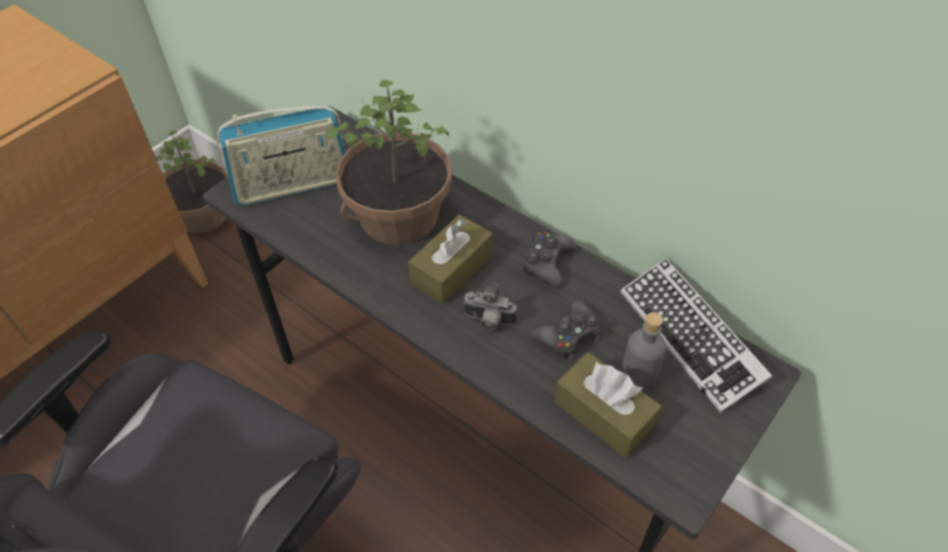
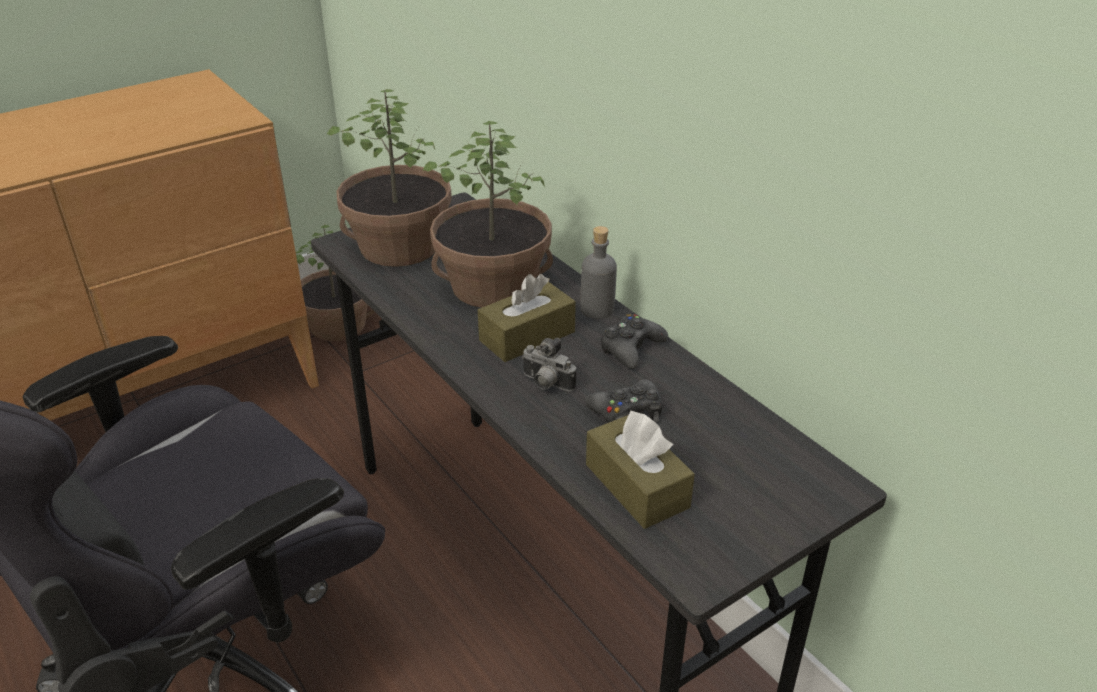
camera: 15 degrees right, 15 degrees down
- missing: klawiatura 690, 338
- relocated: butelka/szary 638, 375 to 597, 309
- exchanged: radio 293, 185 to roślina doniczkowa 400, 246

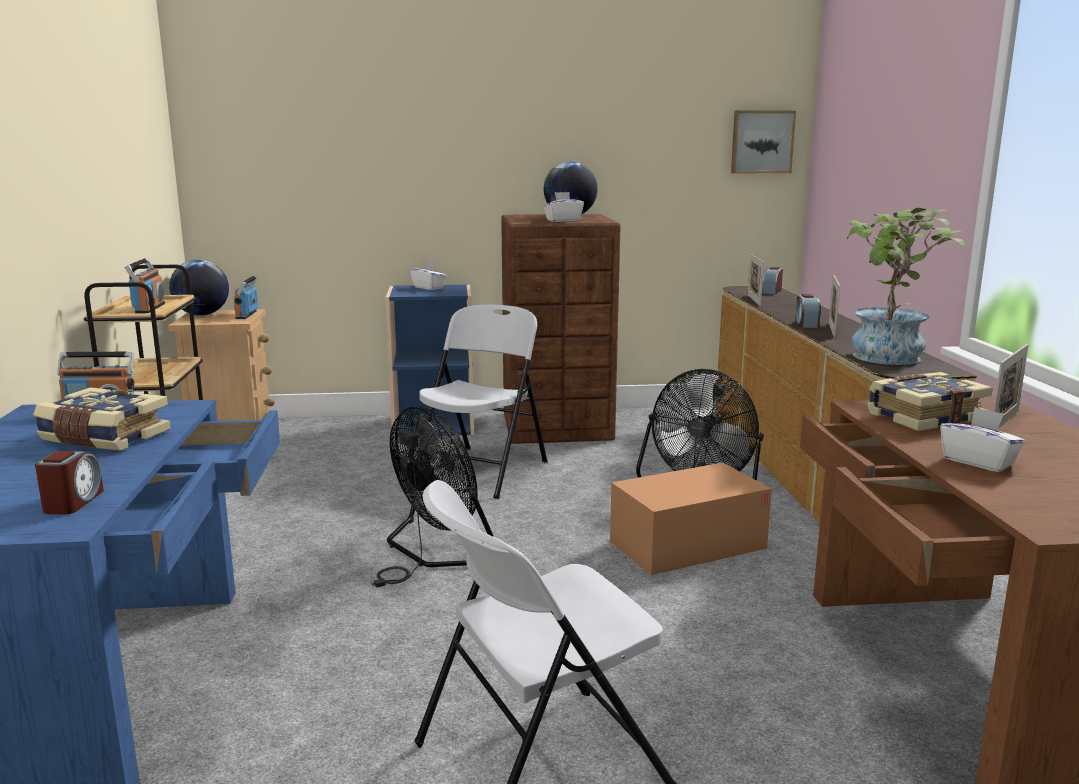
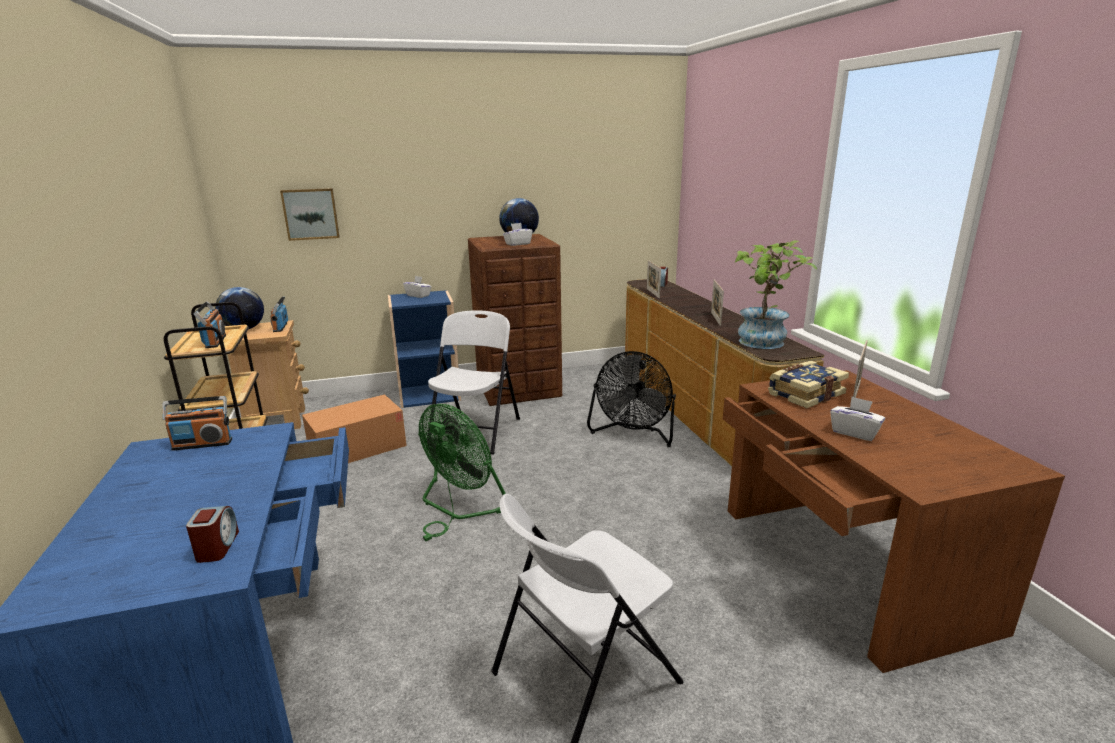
camera: 10 degrees left, 5 degrees up
- missing: książka 103, 438
- missing: budzik 806, 324
- relocated: karton 688, 544 to 357, 448
- relocated: obraz 761, 142 to 311, 214
- colour: wentylator/czarny 425, 552 to wentylator/zielony 453, 505

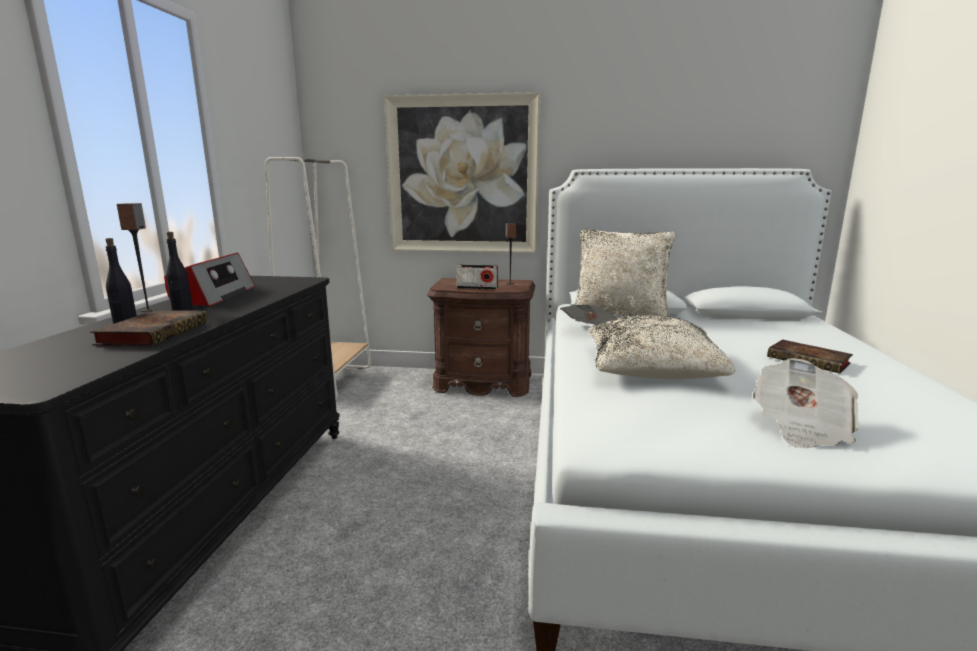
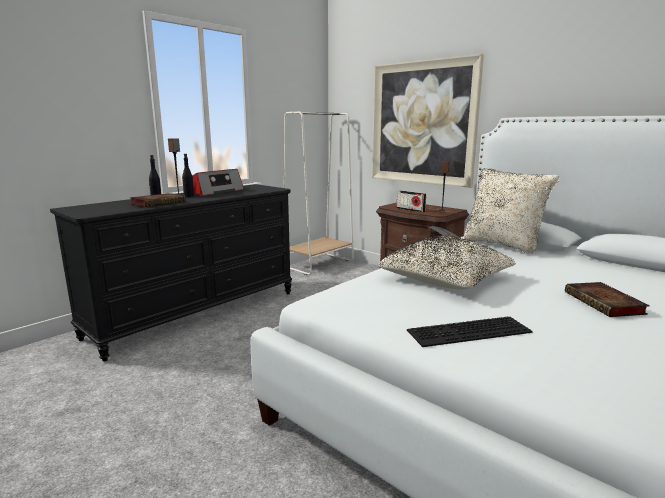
camera: 35 degrees right, 0 degrees up
- exchanged: gazeta 800, 427 to klawiatura 469, 332

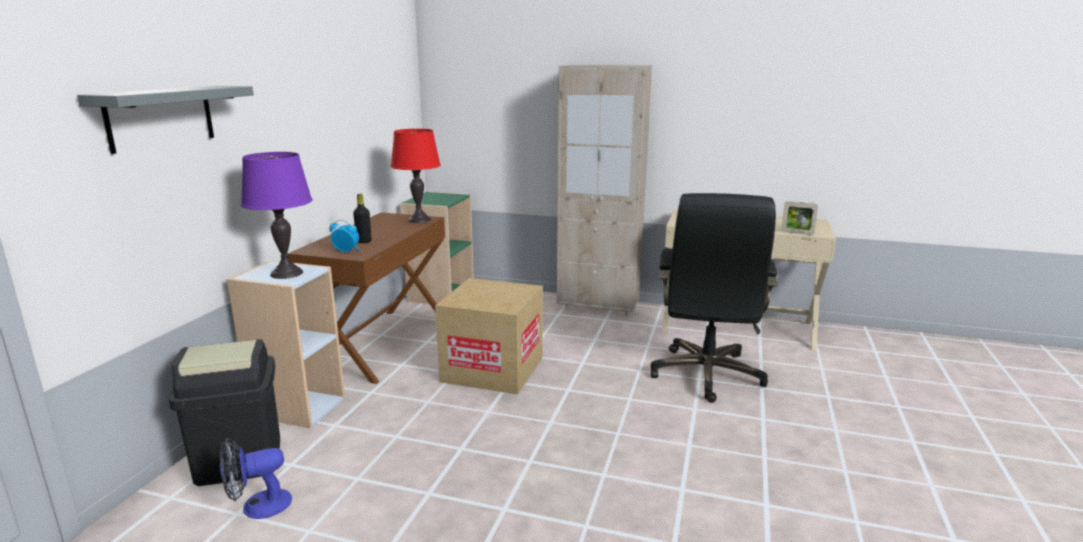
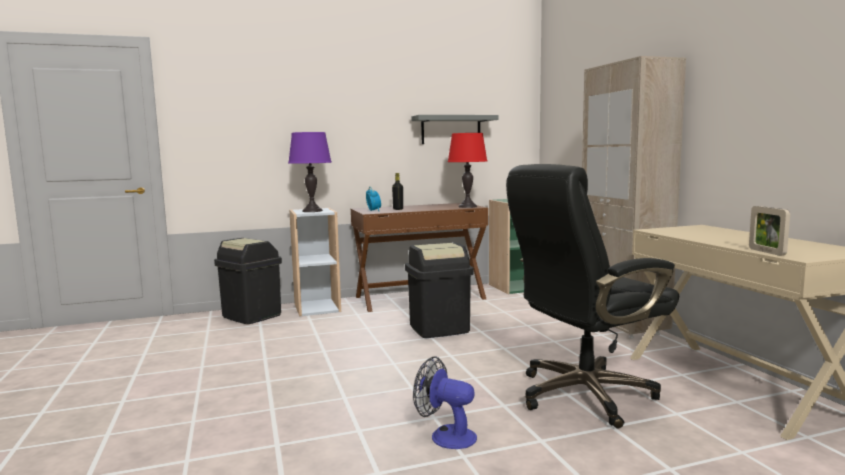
camera: 55 degrees right, 10 degrees down
- relocated: półka/szary 161, 117 to 451, 130
- relocated: wentylator 258, 506 to 446, 435
- exchanged: karton 493, 369 to kosz na śmieci/czarny 439, 329

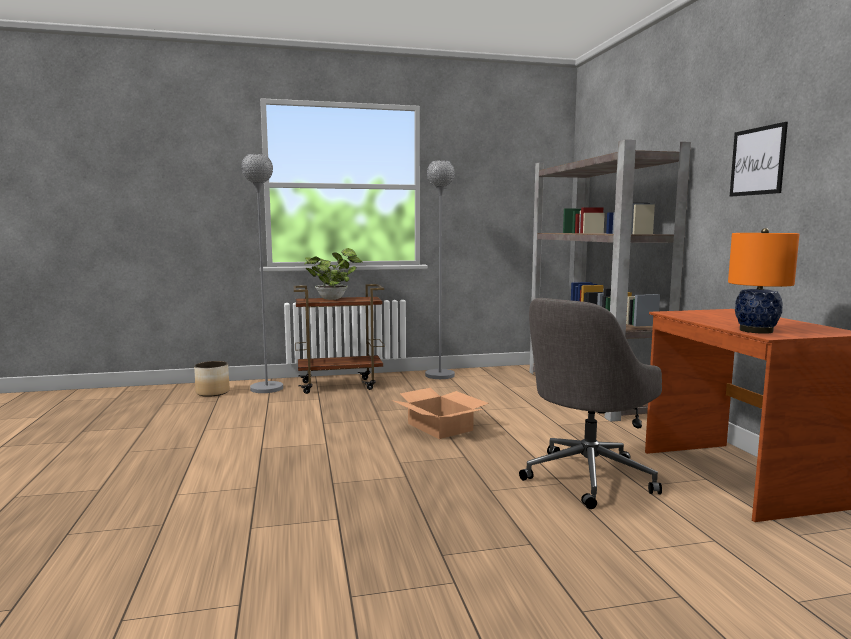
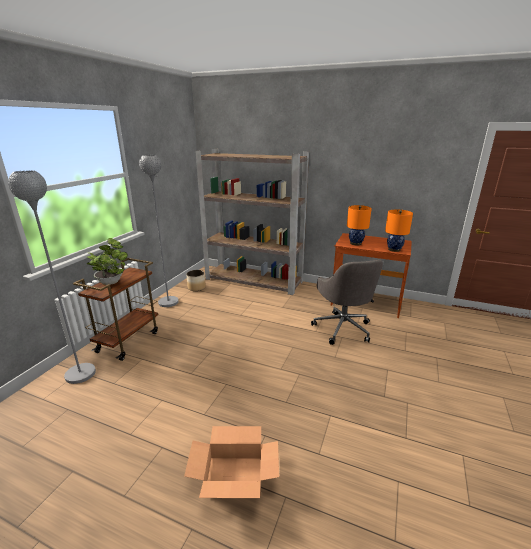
camera: 55 degrees left, 15 degrees up
- missing: obraz 757, 161
- appeared: lampa stołowa/pomarańczowy 355, 243
- relocated: donica 212, 392 to 196, 287
- relocated: karton 440, 427 to 234, 476

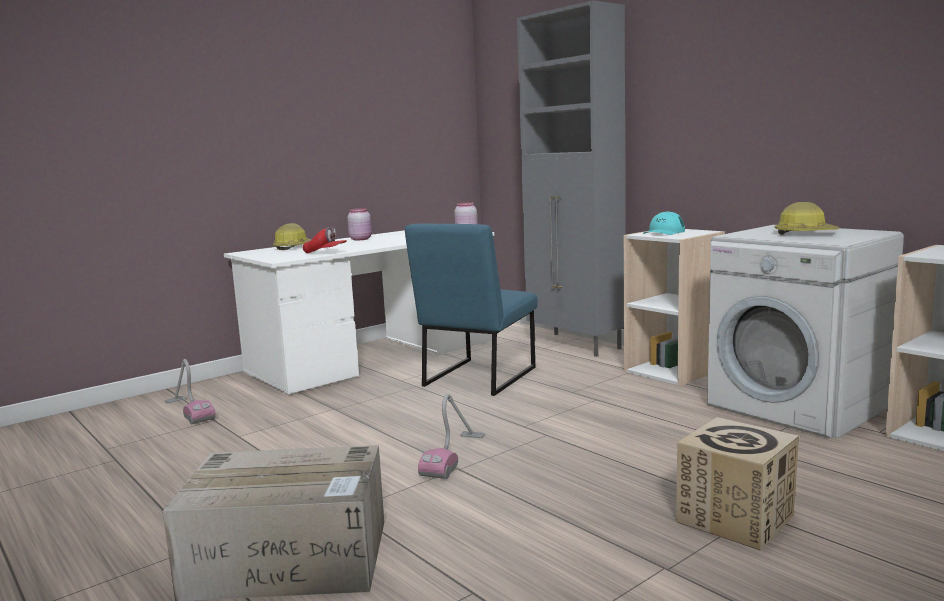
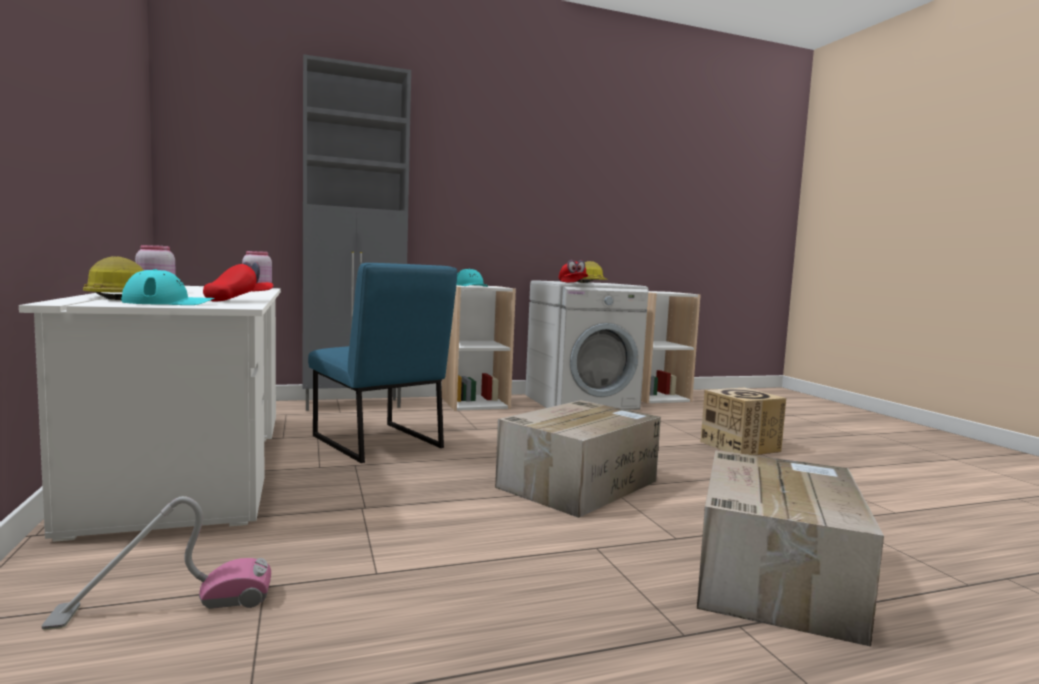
camera: 70 degrees left, 5 degrees down
- appeared: czapka z daszkiem/turkusowy 169, 303
- appeared: czapka z daszkiem/czerwony 573, 282
- exchanged: odkurzacz 454, 455 to karton 579, 483

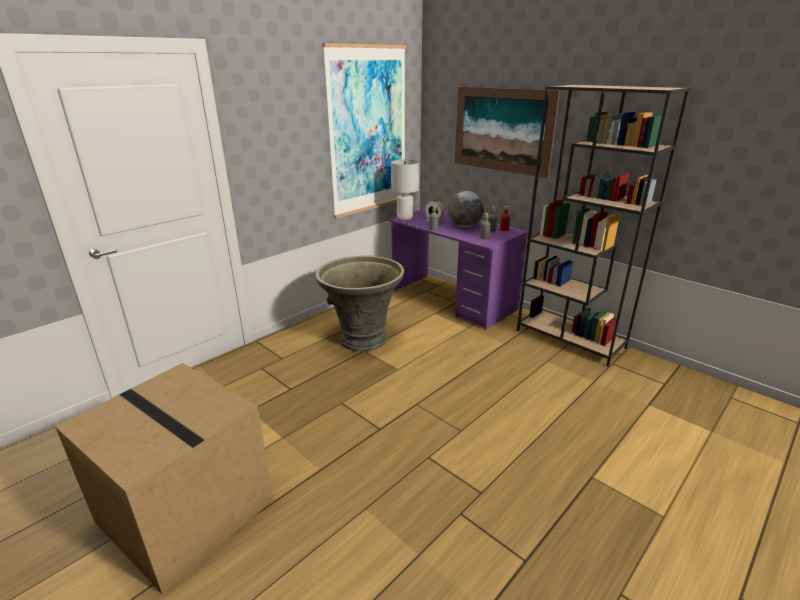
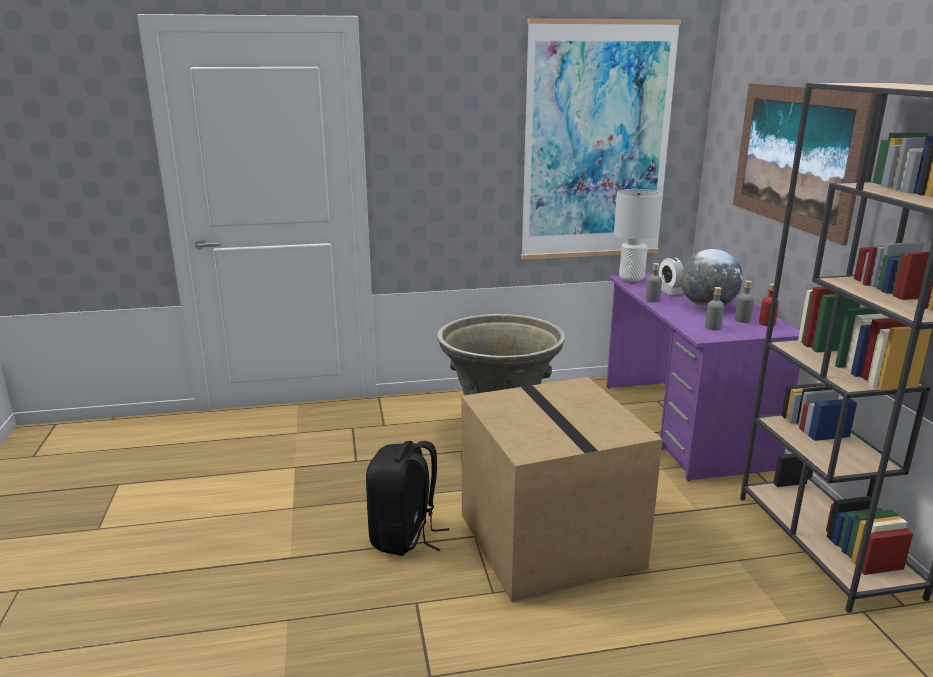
camera: 35 degrees right, 5 degrees down
- appeared: plecak/czarny 404, 537
- relocated: karton 189, 510 to 552, 541

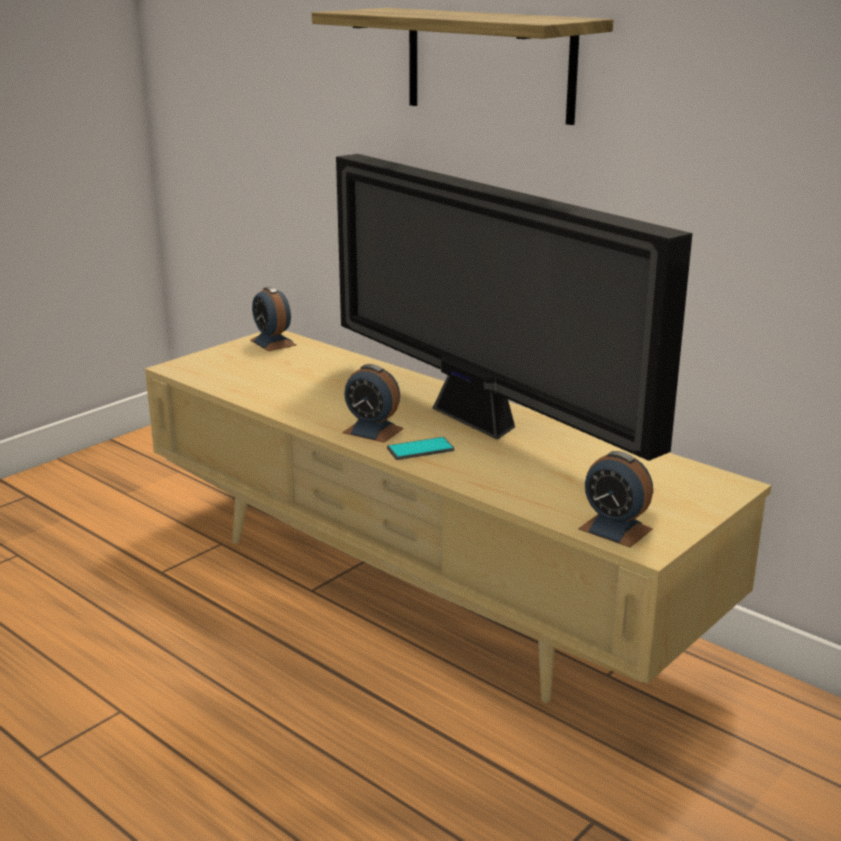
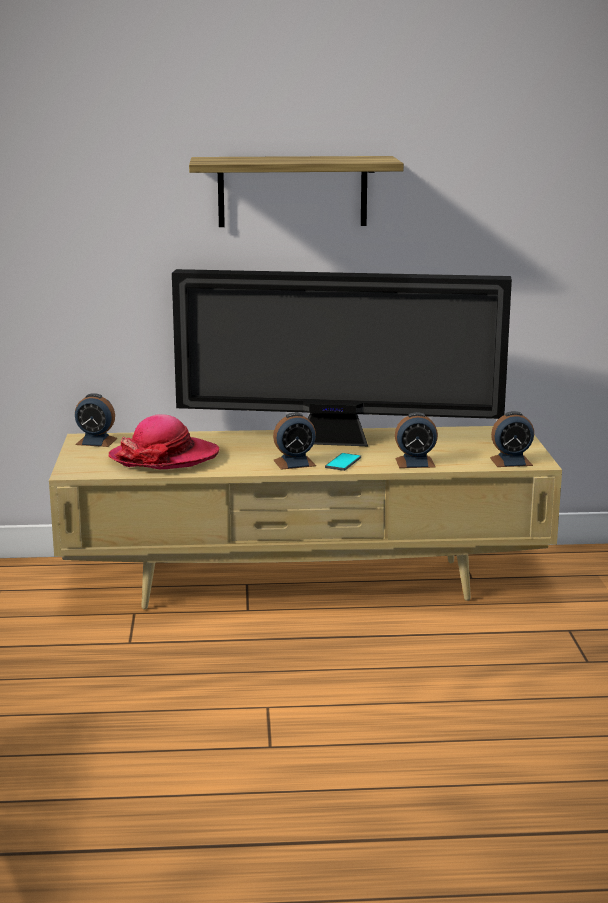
camera: 45 degrees left, 5 degrees down
- appeared: kapelusz 164, 457
- appeared: budzik 415, 463

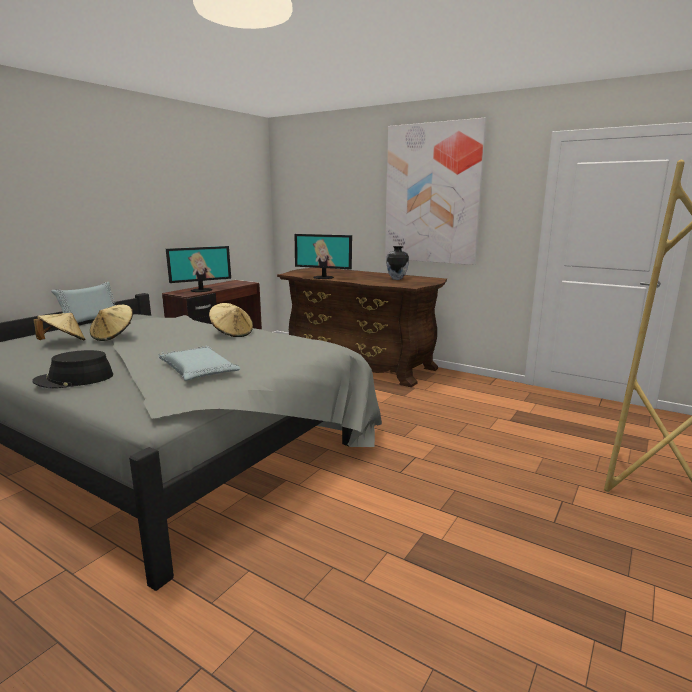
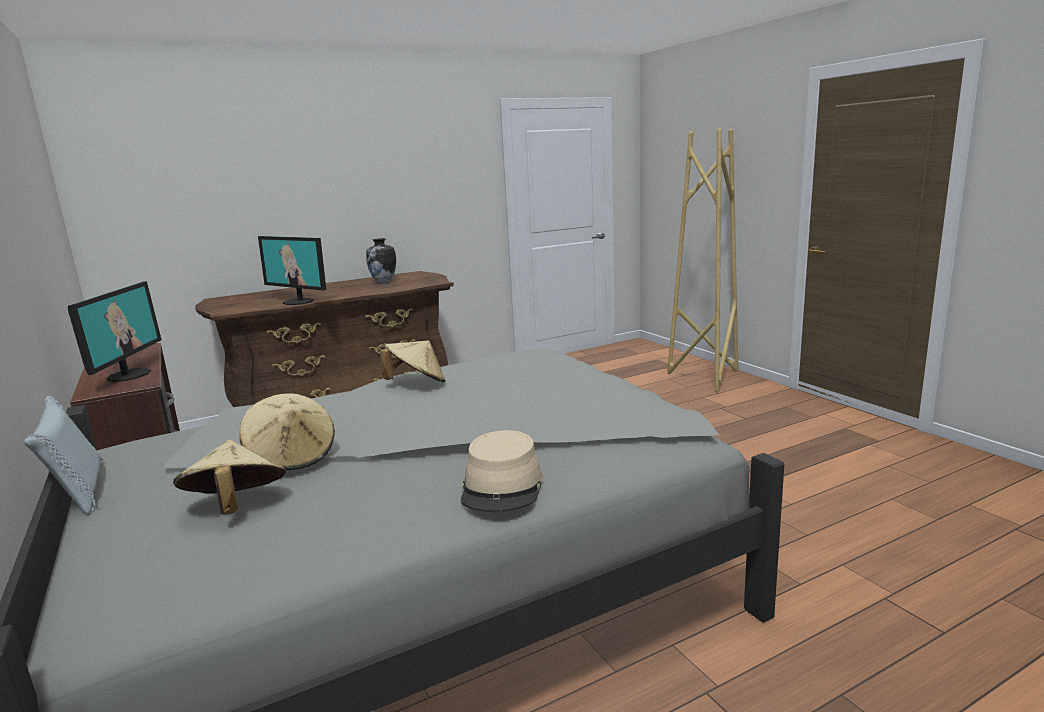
camera: 60 degrees left, 0 degrees up
- missing: poduszka/niebieski 198, 369
- missing: obraz 432, 194
- colour: kapelusz/czarny 74, 379 to kapelusz/beżowy 502, 487
- spun: monitor 323, 277 = 299, 301 75 degrees clockwise

